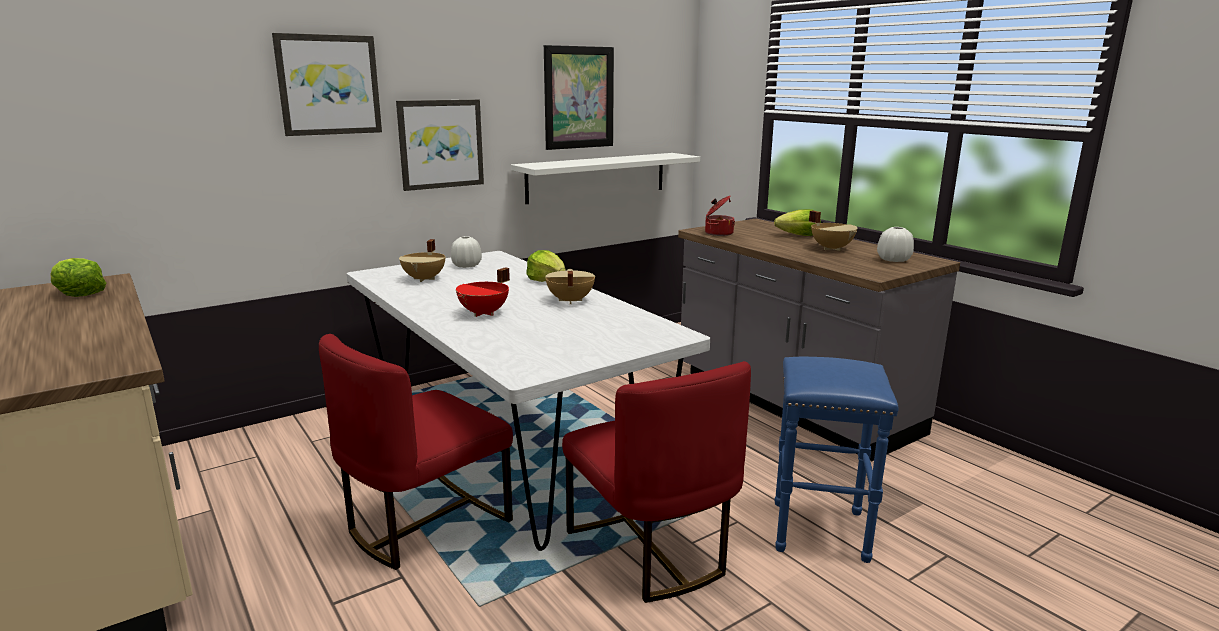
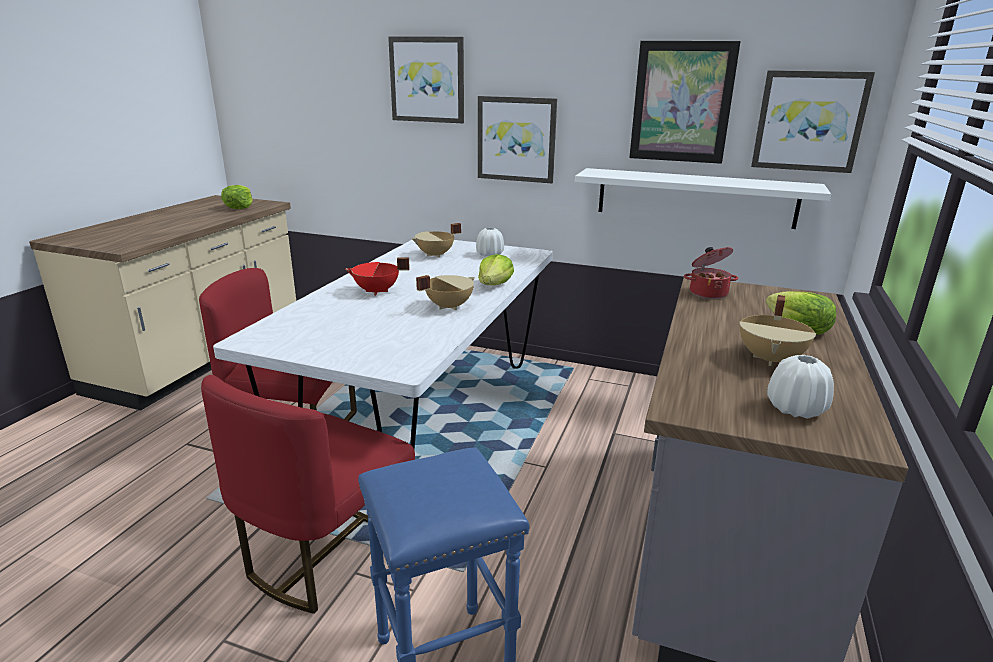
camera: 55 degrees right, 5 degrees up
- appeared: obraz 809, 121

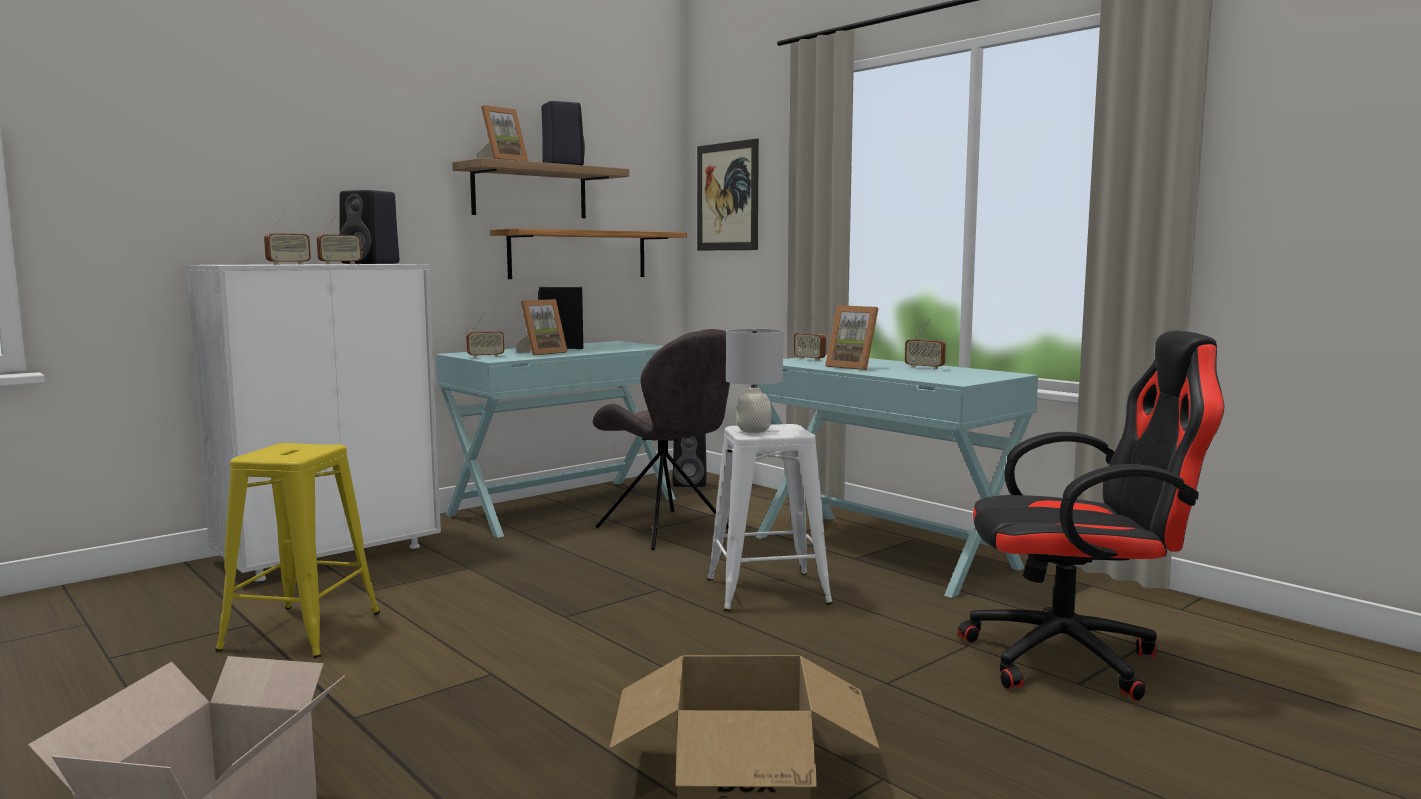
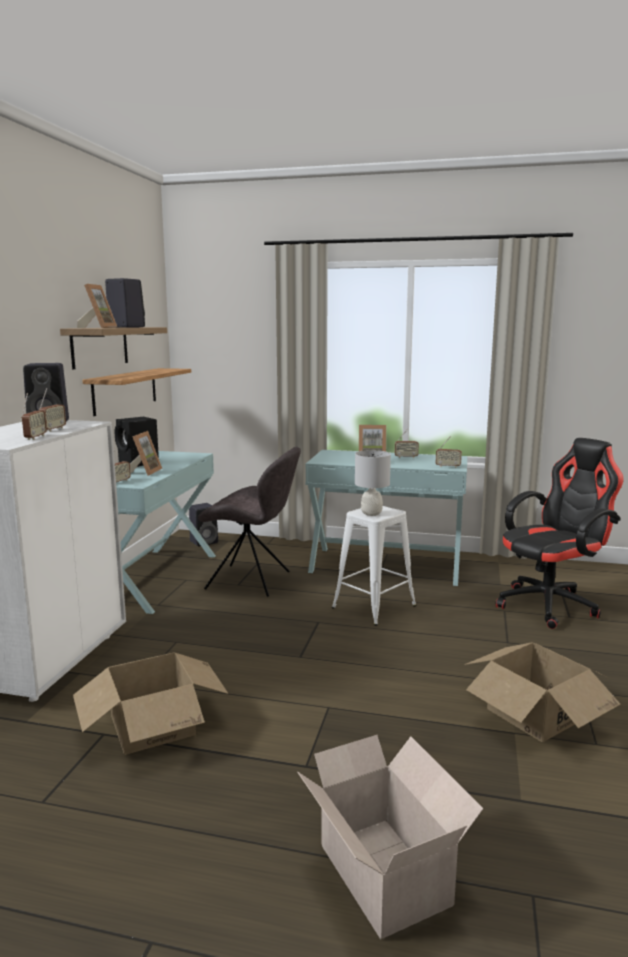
camera: 35 degrees left, 5 degrees up
- missing: obraz 727, 196
- relocated: radio 809, 359 to 448, 466
- exchanged: stołek/żółty 302, 631 to karton 153, 725

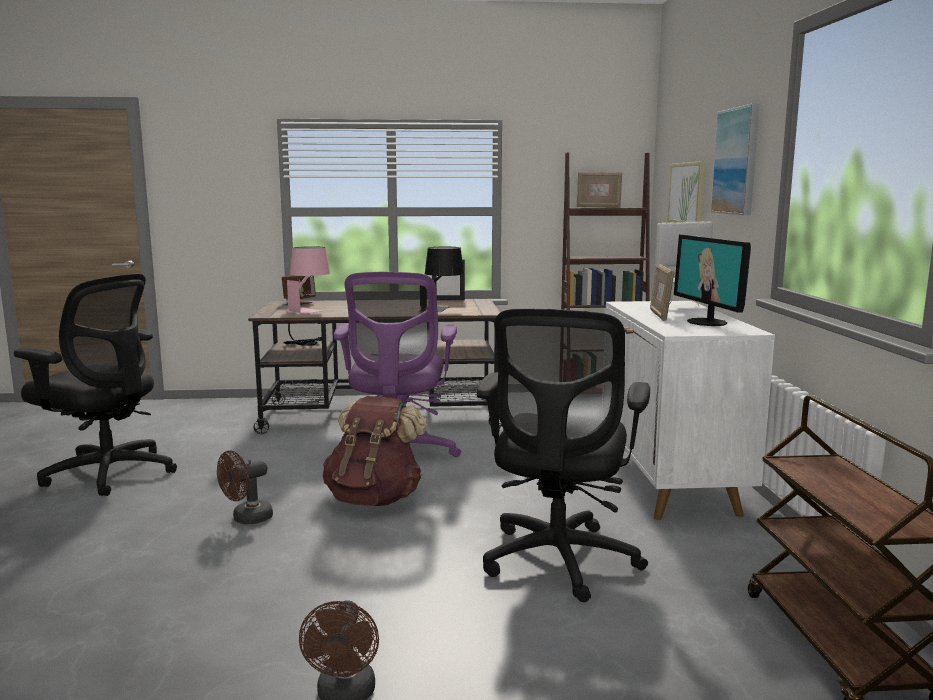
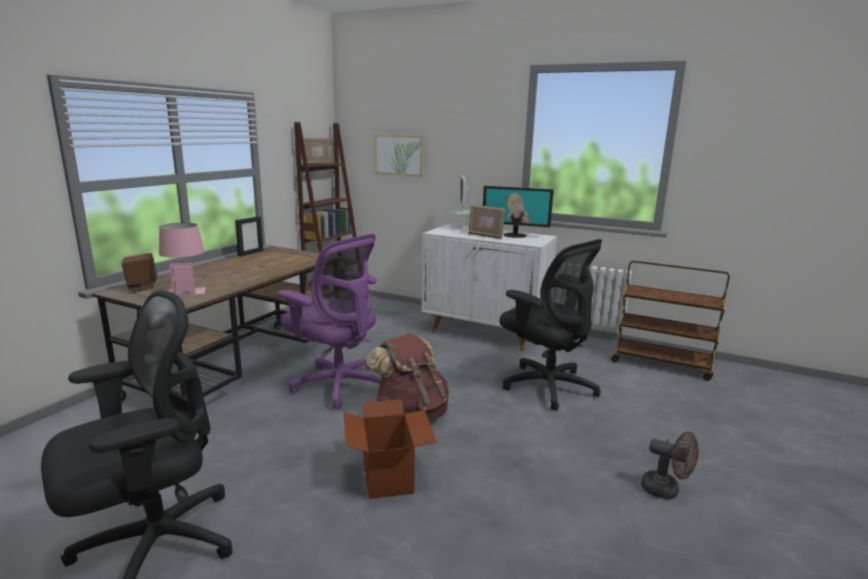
camera: 60 degrees left, 5 degrees up
- missing: lampa stołowa/czarny 442, 309
- missing: obraz 736, 161
- exchanged: wentylator/brązowy 246, 519 to karton 388, 476

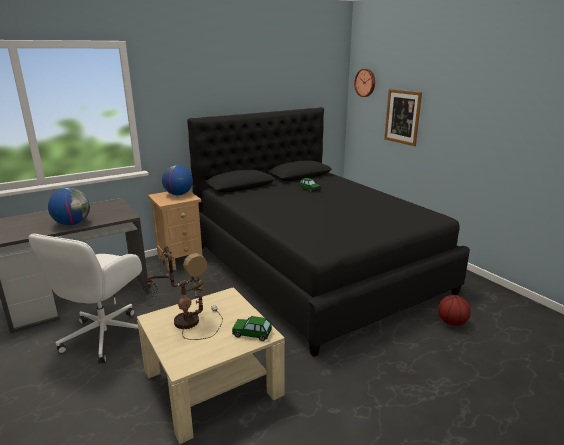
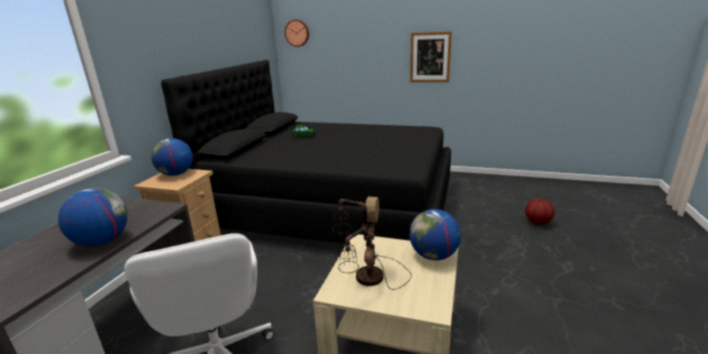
camera: 40 degrees left, 0 degrees up
- relocated: obraz 402, 117 to 430, 57
- relocated: piłka do koszykówki 452, 323 to 538, 222
- exchanged: samochodzik 252, 333 to globus 433, 256

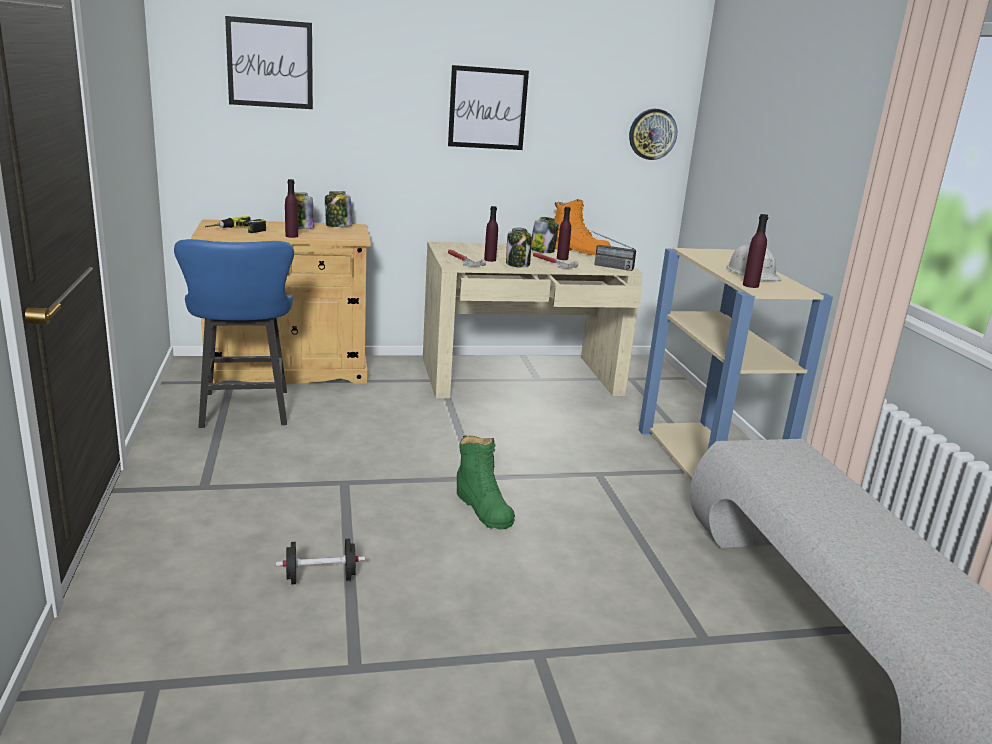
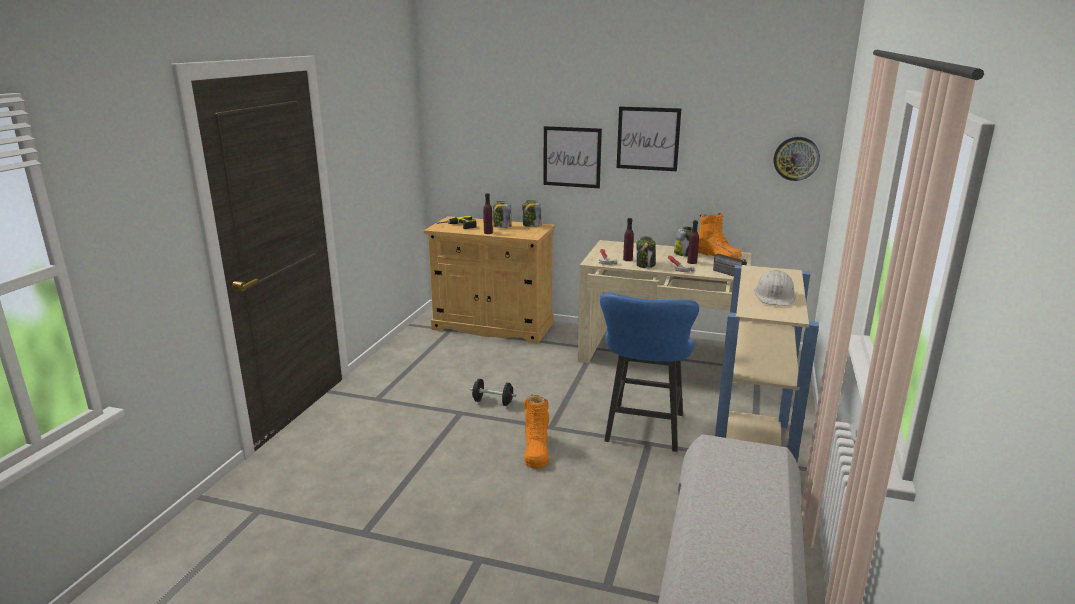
camera: 30 degrees right, 0 degrees up
- missing: butelka/fioletowy 750, 285
- relocated: stołek/niebieski 244, 414 to 643, 433
- relocated: obraz 270, 63 to 572, 157
- relocated: hantel/czarny 321, 578 to 493, 402
- colour: but z cholewką/zielony 483, 508 to but z cholewką/pomarańczowy 536, 450

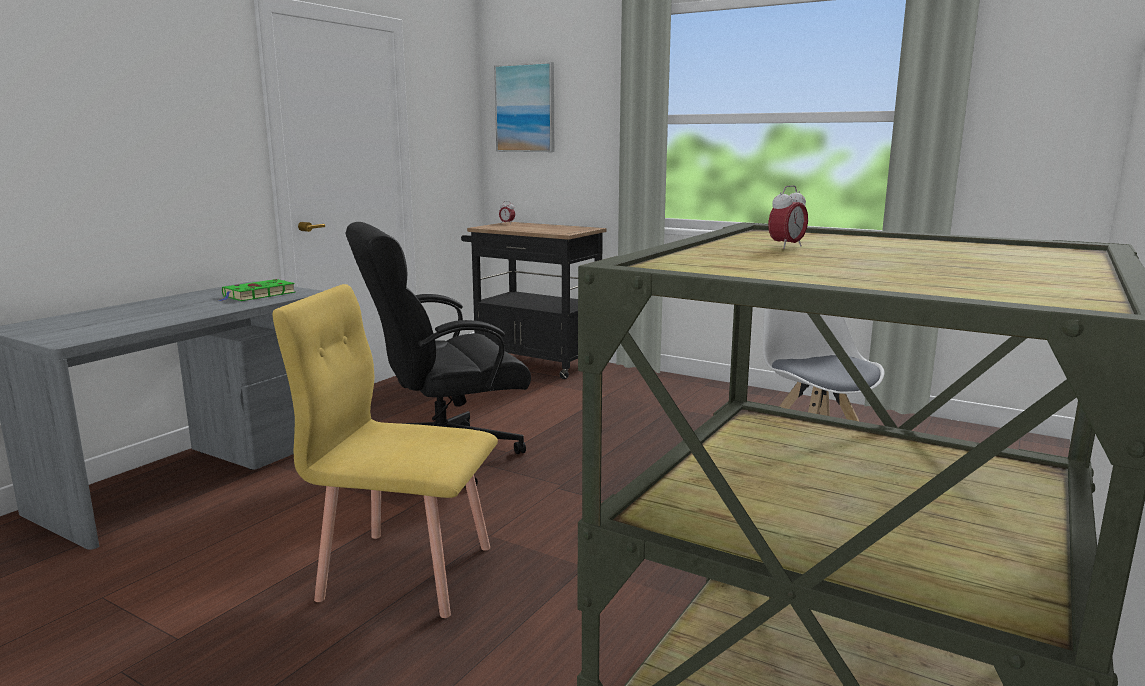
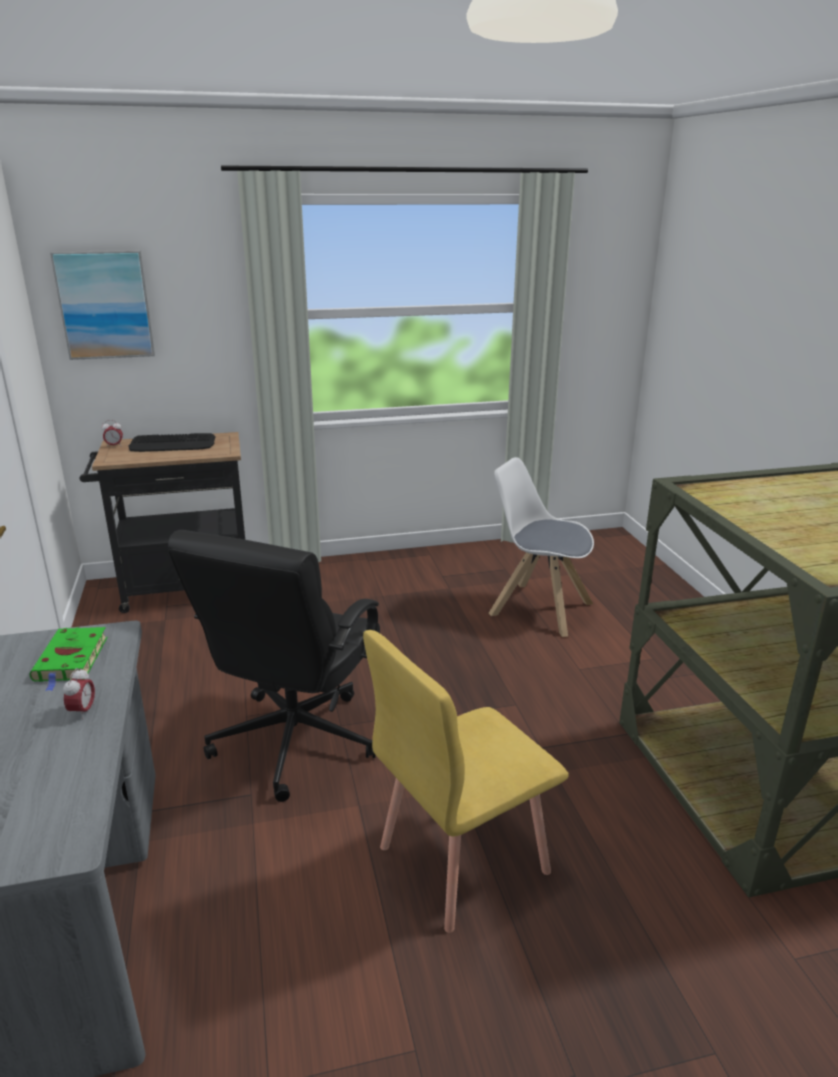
camera: 45 degrees left, 10 degrees up
- appeared: klawiatura 173, 444
- relocated: budzik 786, 247 to 83, 711

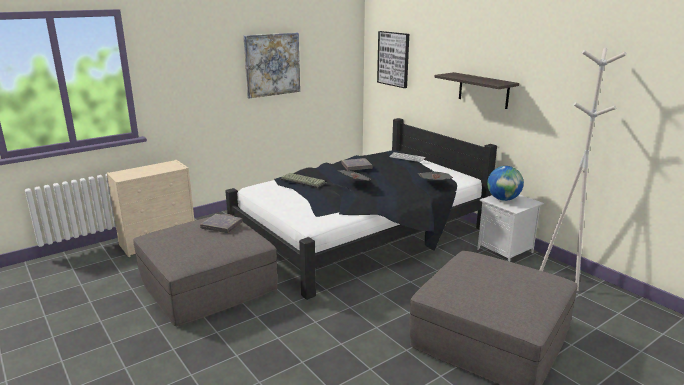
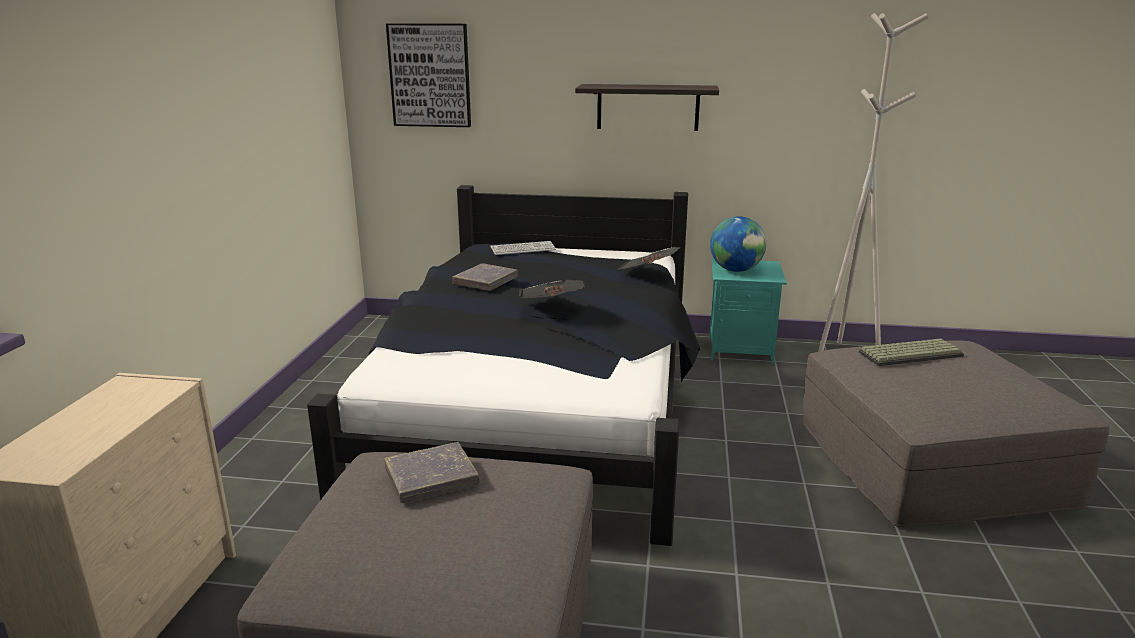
camera: 45 degrees left, 0 degrees up
- missing: obraz 272, 64
- relocated: klawiatura 304, 181 to 910, 353
- colour: szafka nocna/szary 506, 251 to szafka nocna/turkusowy 741, 349

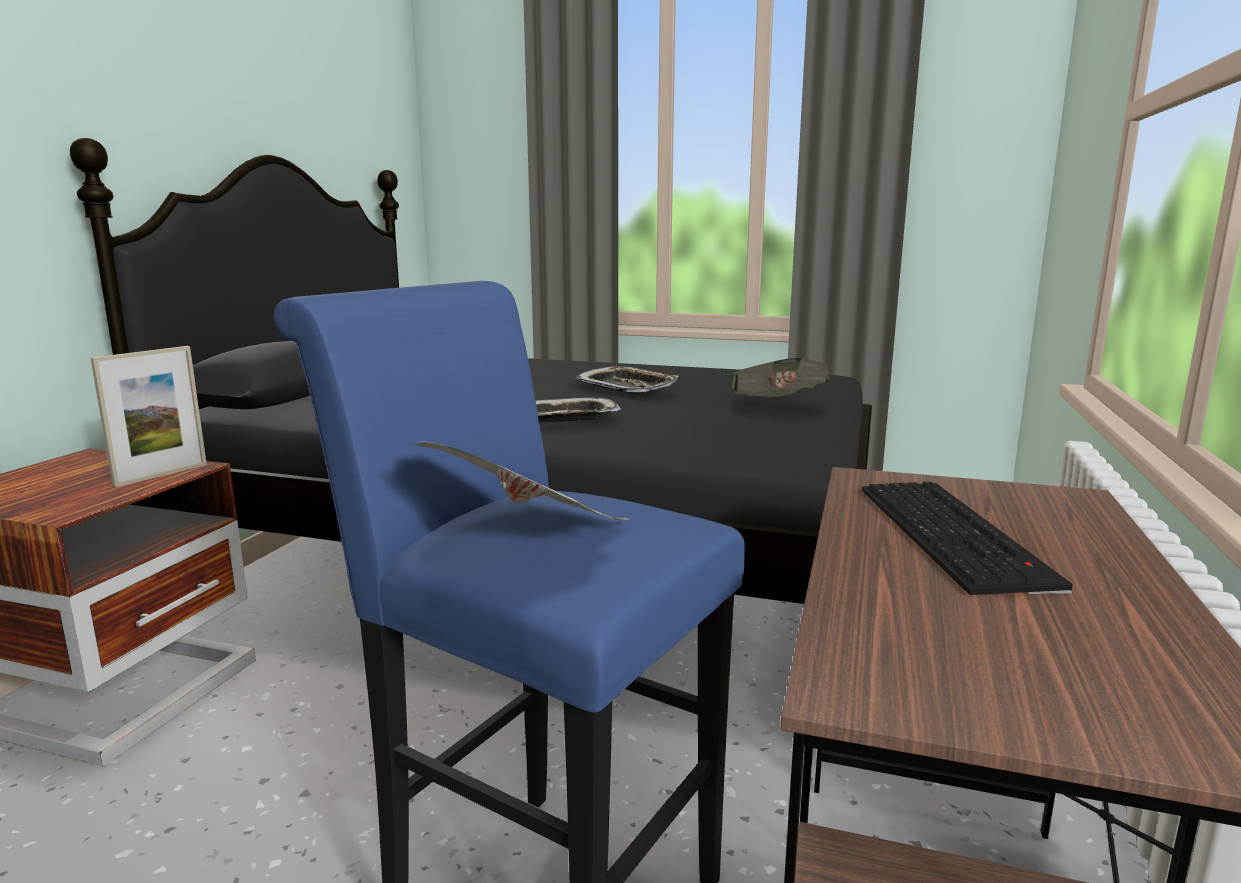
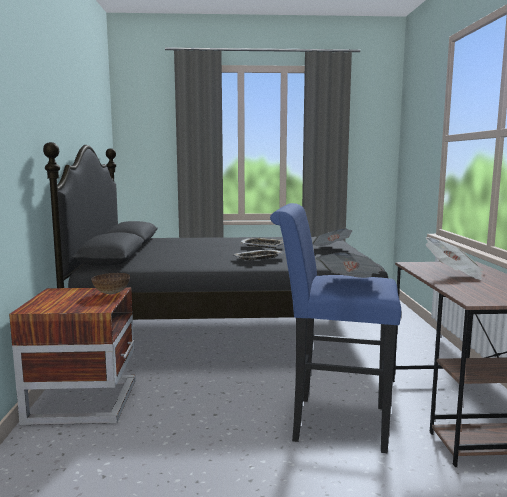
camera: 20 degrees left, 5 degrees down
- exchanged: ramka na zdjęcie 161, 475 to miska 111, 293
- exchanged: klawiatura 955, 535 to gazeta 454, 274

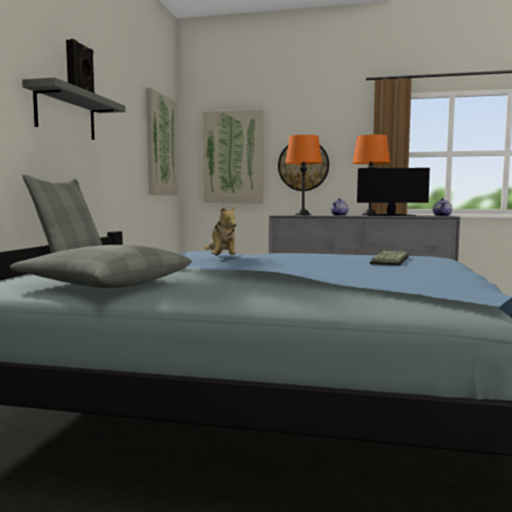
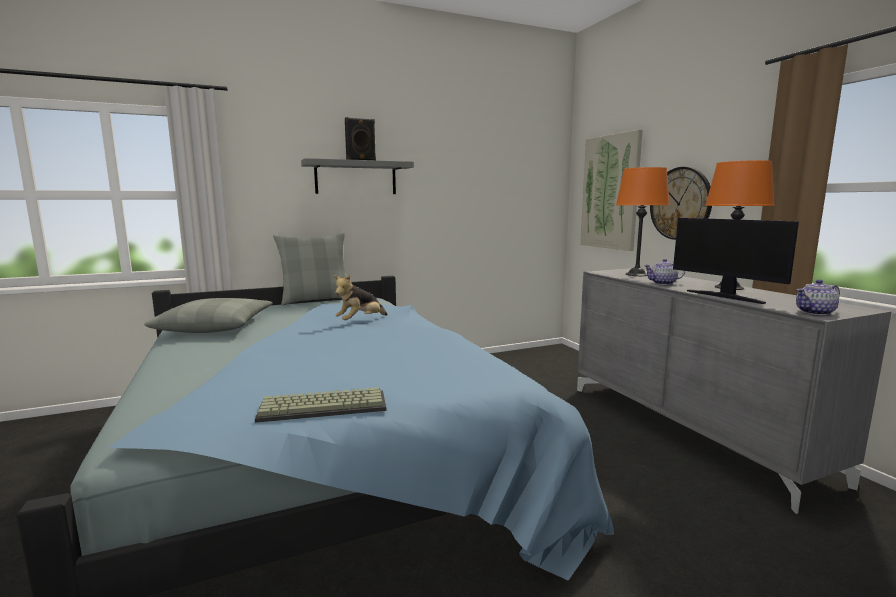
camera: 55 degrees right, 5 degrees up
- missing: obraz 161, 145
- relocated: klawiatura 389, 260 to 324, 406

